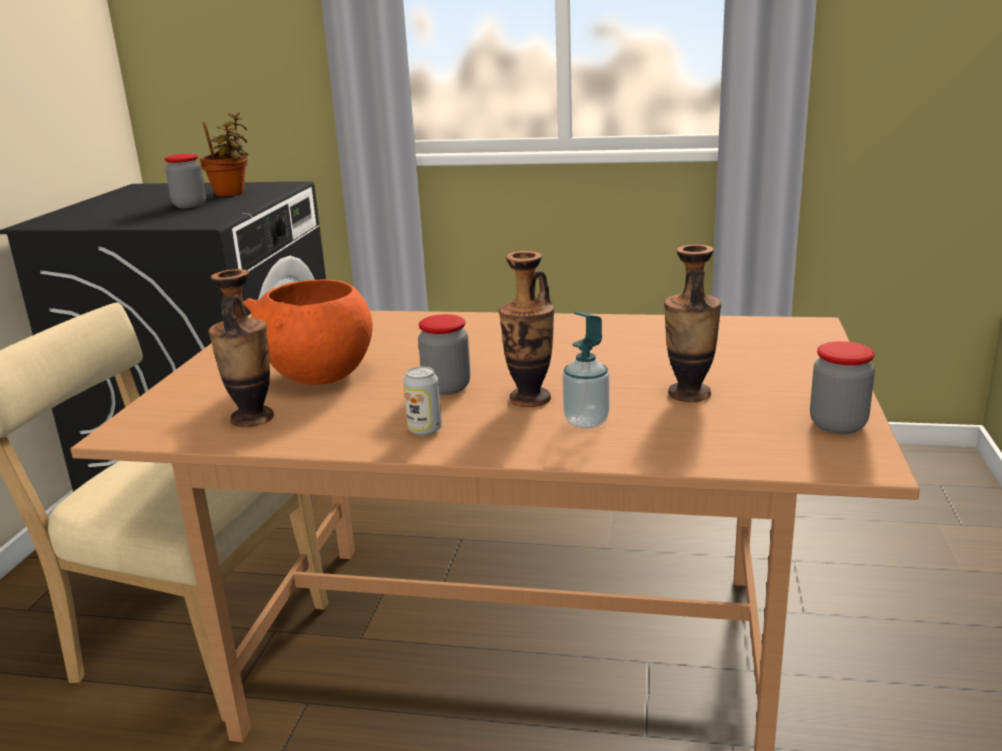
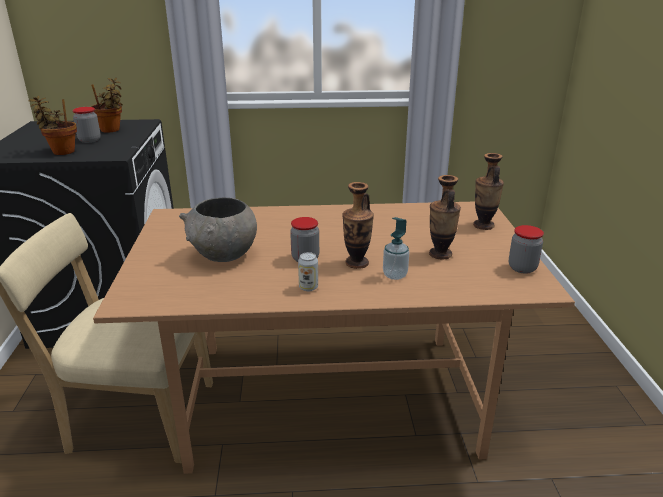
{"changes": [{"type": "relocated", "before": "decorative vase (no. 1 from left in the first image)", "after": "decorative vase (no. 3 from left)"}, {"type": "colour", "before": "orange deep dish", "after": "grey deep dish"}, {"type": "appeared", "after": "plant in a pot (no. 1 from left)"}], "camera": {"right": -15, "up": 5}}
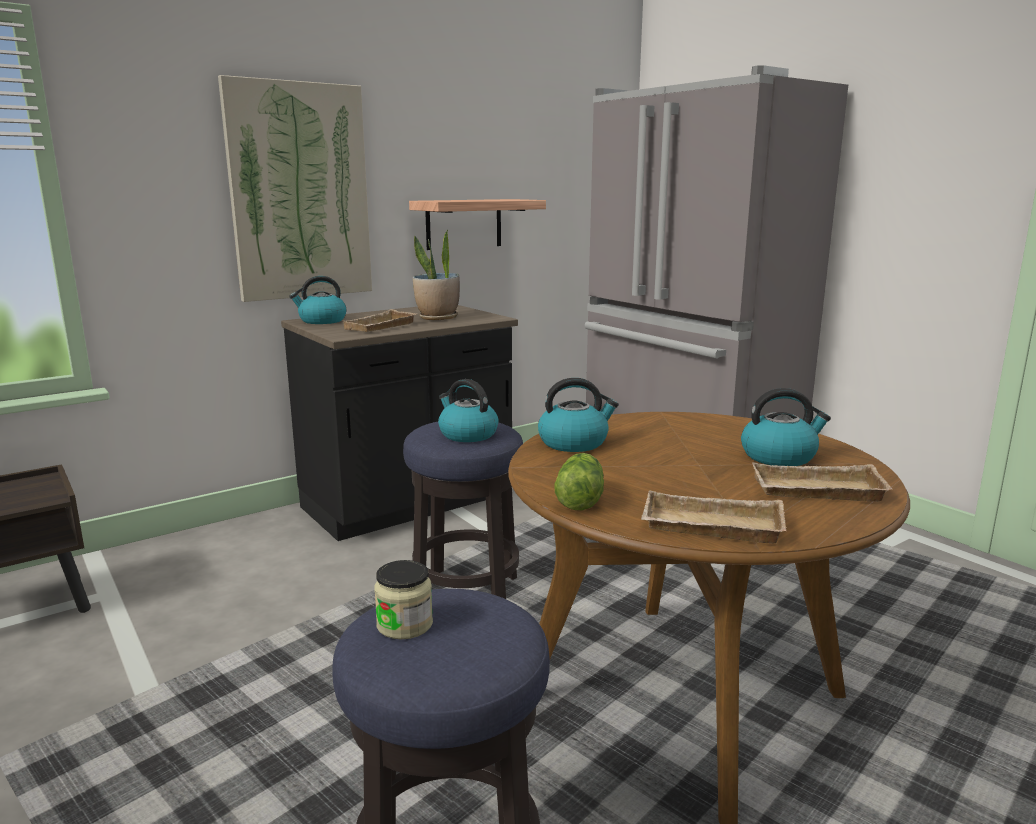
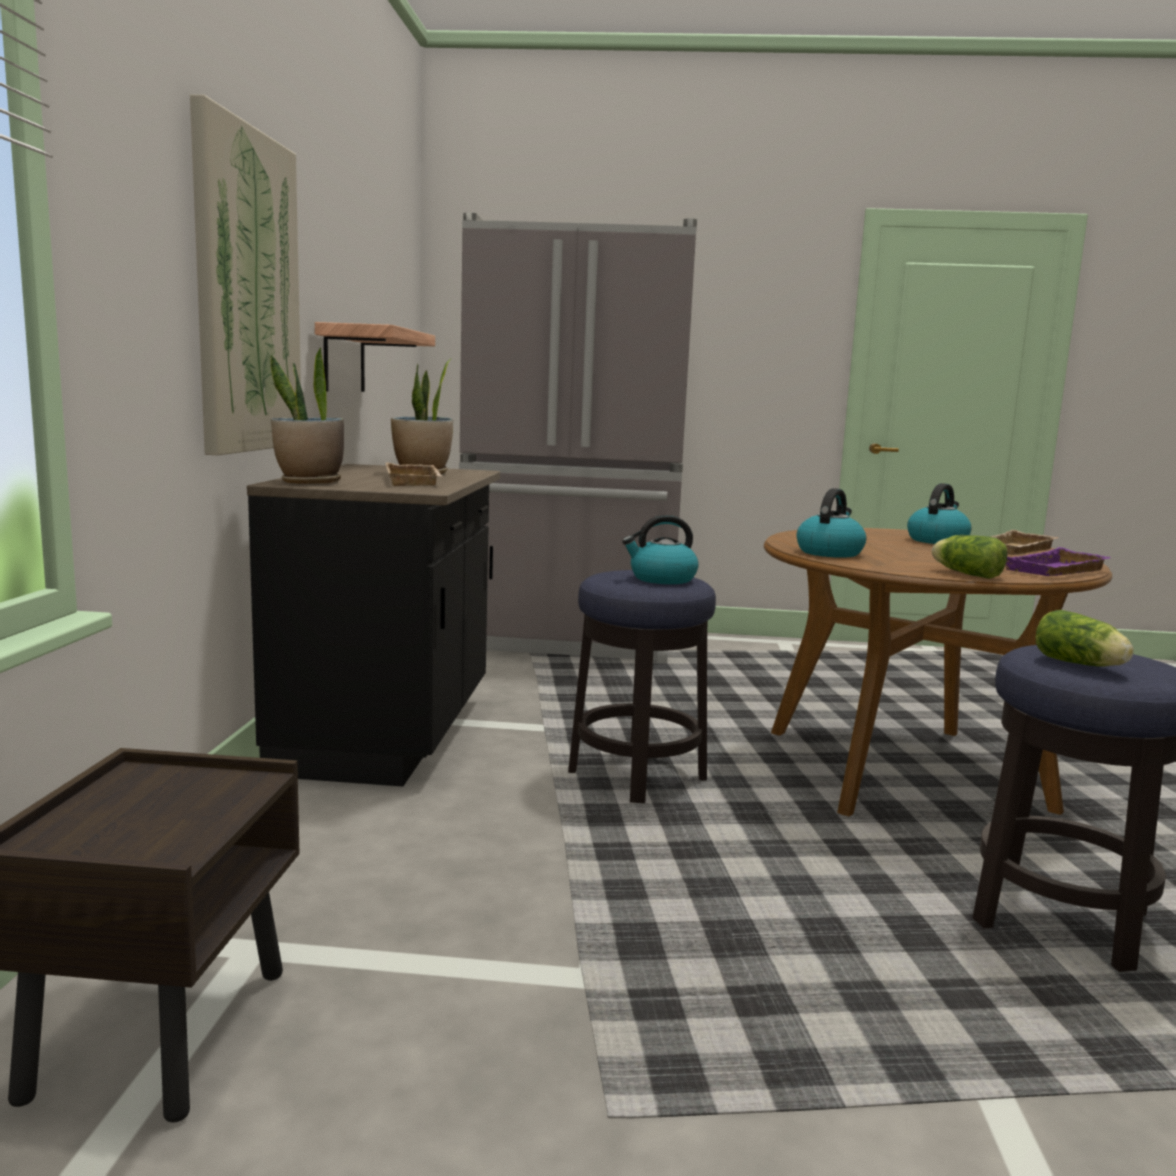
{"changes": [{"type": "exchanged", "before": "water kettle (no. 1 from left)", "after": "plant in a pot (no. 1 from left)"}, {"type": "colour", "before": "beige-coloured carrying tray (no. 2 from left)", "after": "purplish carrying tray"}, {"type": "exchanged", "before": "preserve jar", "after": "lettuce head (no. 2 from left)"}], "camera": {"right": -50, "up": -5}}
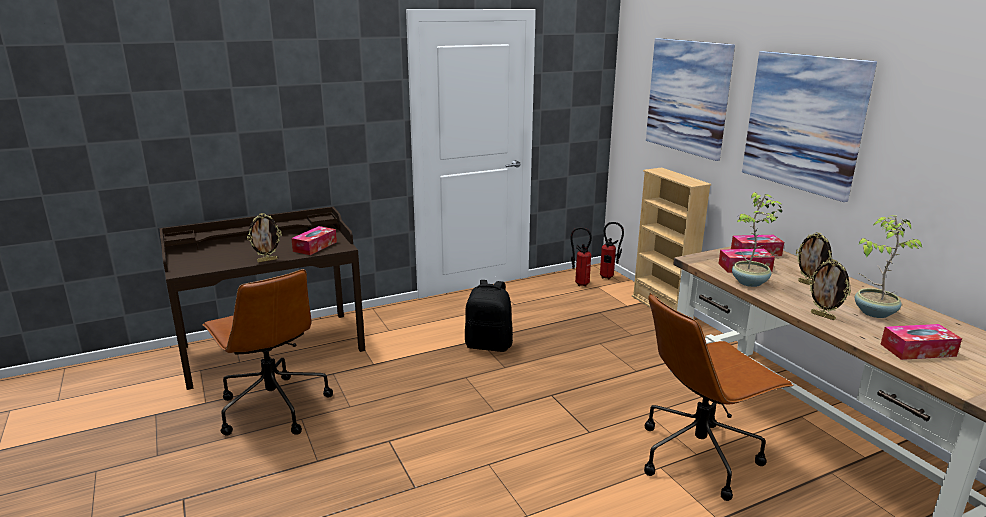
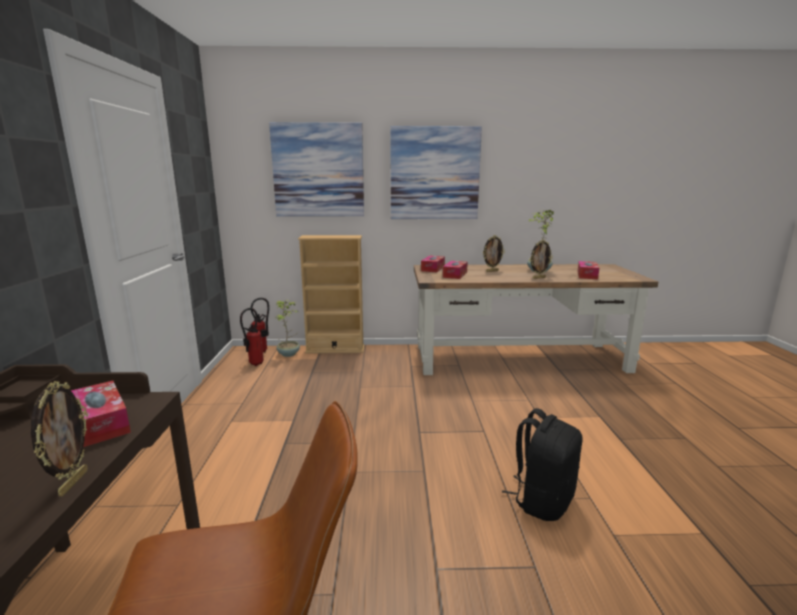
{"changes": [{"type": "relocated", "before": "plant in a pot (no. 1 from left)"}, {"type": "relocated", "before": "black-coloured rucksack"}, {"type": "missing", "before": "brownish office chair (no. 2 from left)"}], "camera": {"right": -65, "up": -5}}
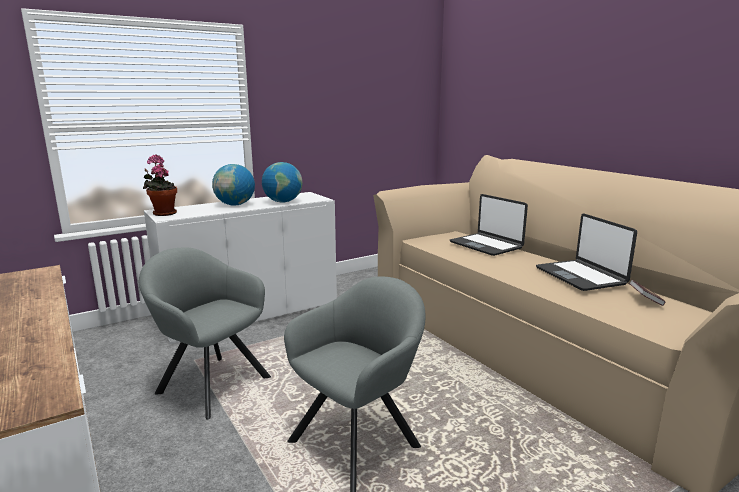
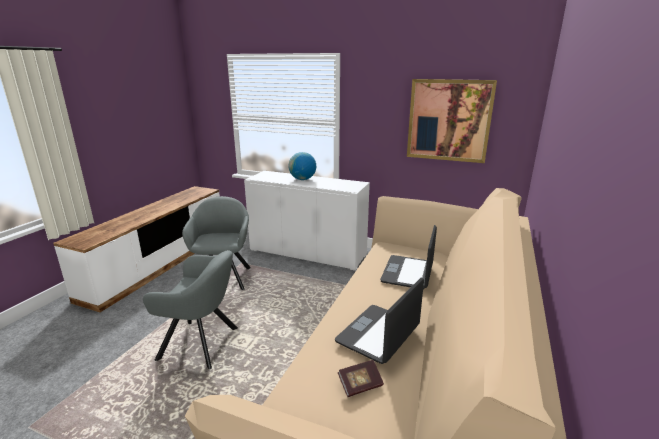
{"changes": [{"type": "missing", "before": "plant in a pot"}, {"type": "missing", "before": "globe (no. 2 from left)"}, {"type": "appeared", "after": "wall picture"}], "camera": {"right": 55, "up": 5}}
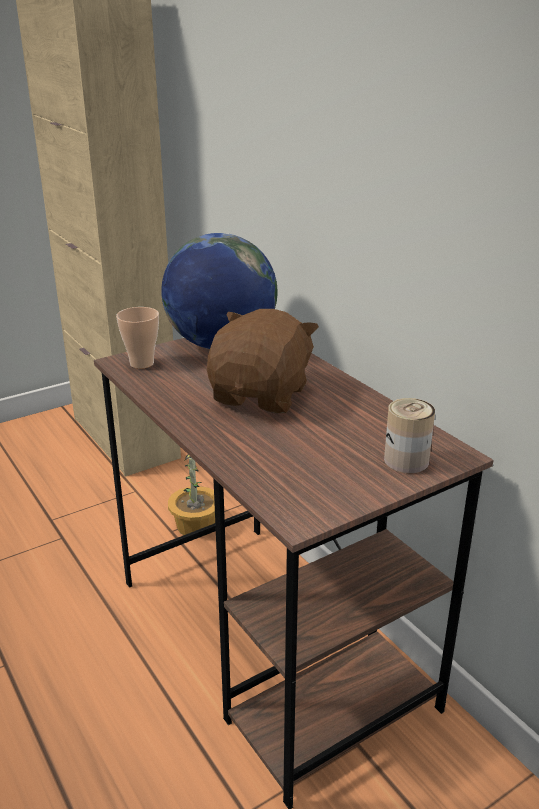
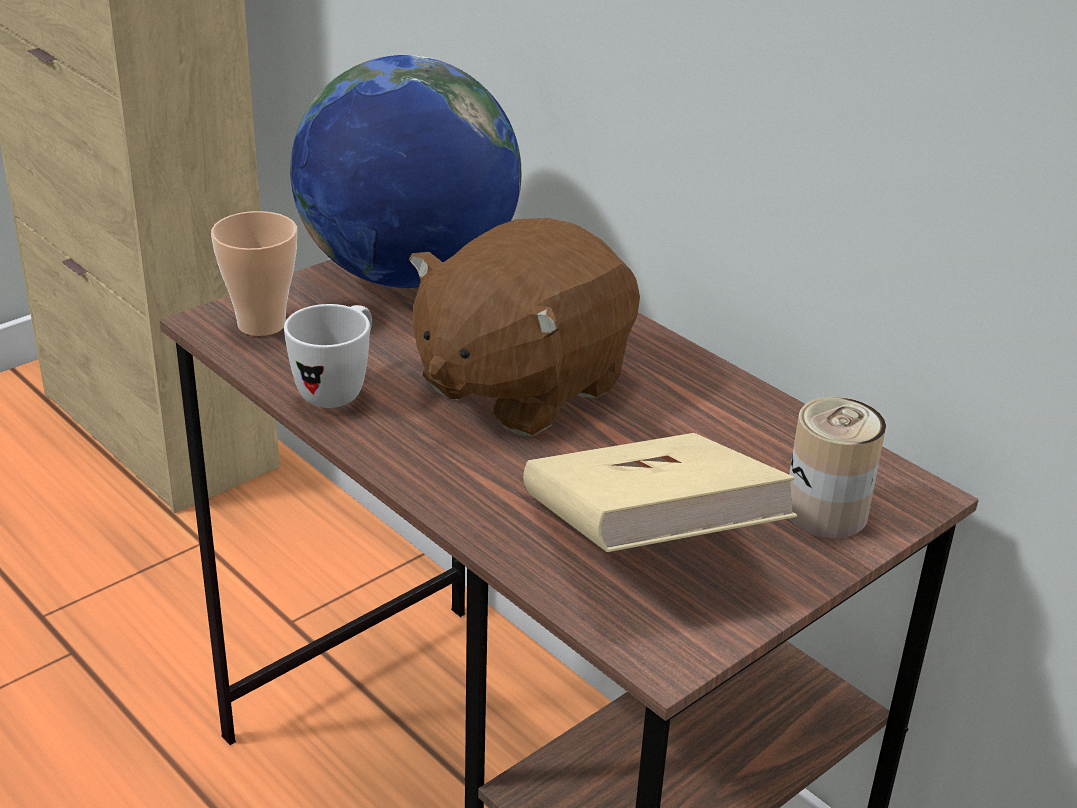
{"changes": [{"type": "spun", "before": "brownish plush toy", "turn": -150}, {"type": "missing", "before": "plant in a pot"}, {"type": "appeared", "after": "white tea mug"}, {"type": "appeared", "after": "beige-coloured bound book"}], "camera": {"right": -10, "up": 5}}
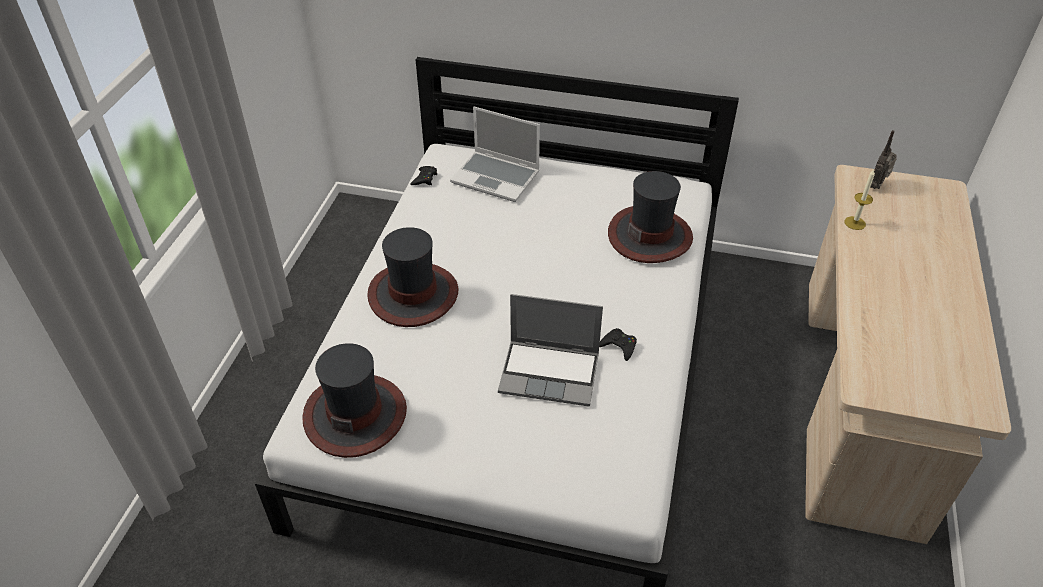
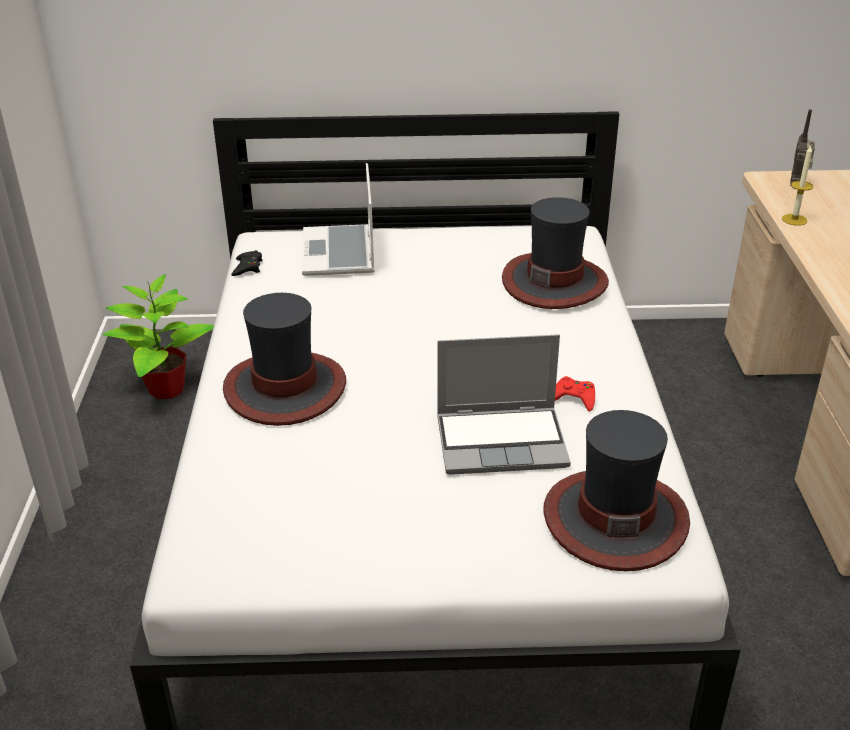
{"changes": [{"type": "spun", "before": "laptop (no. 1 from left)", "turn": 75}, {"type": "colour", "before": "black-coloured joypad (no. 2 from left)", "after": "red-coloured joypad"}, {"type": "relocated", "before": "hat (no. 1 from left in the first image)", "after": "hat (no. 3 from left)"}, {"type": "appeared", "after": "plant in a pot"}], "camera": {"right": -15, "up": -10}}
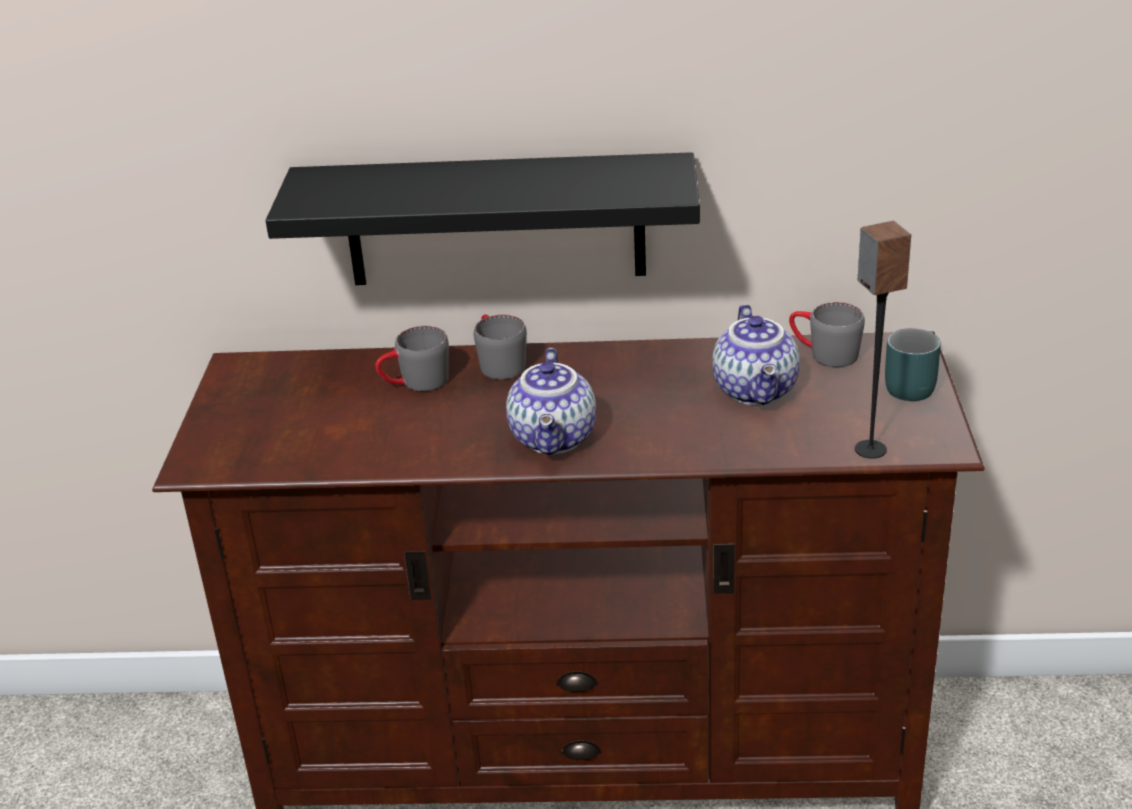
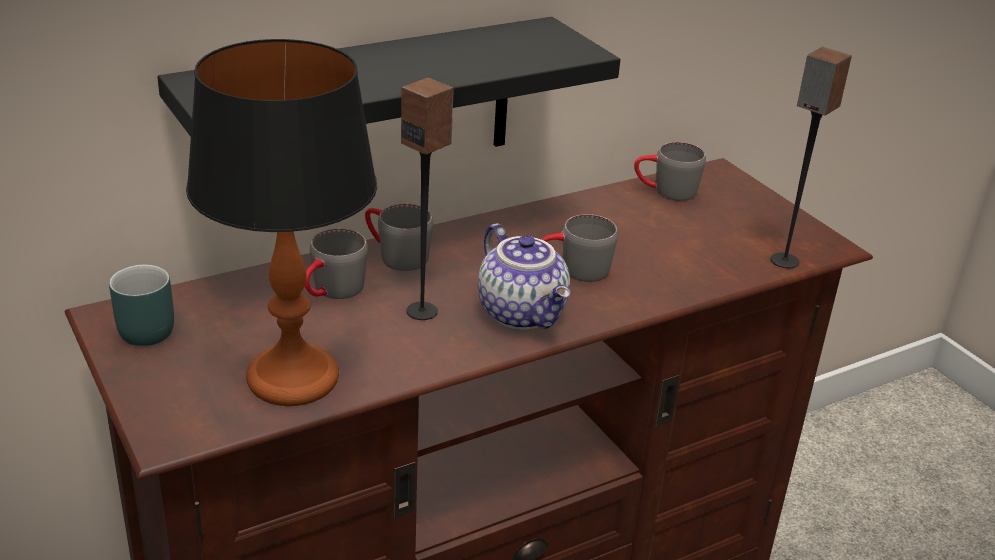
{"changes": [{"type": "missing", "before": "teapot (no. 2 from left)"}, {"type": "relocated", "before": "blue-green tea mug"}, {"type": "appeared", "after": "tabletop lamp"}, {"type": "appeared", "after": "speaker (no. 1 from left)"}, {"type": "appeared", "after": "grey tea mug (no. 3 from left)"}], "camera": {"right": -35, "up": 0}}
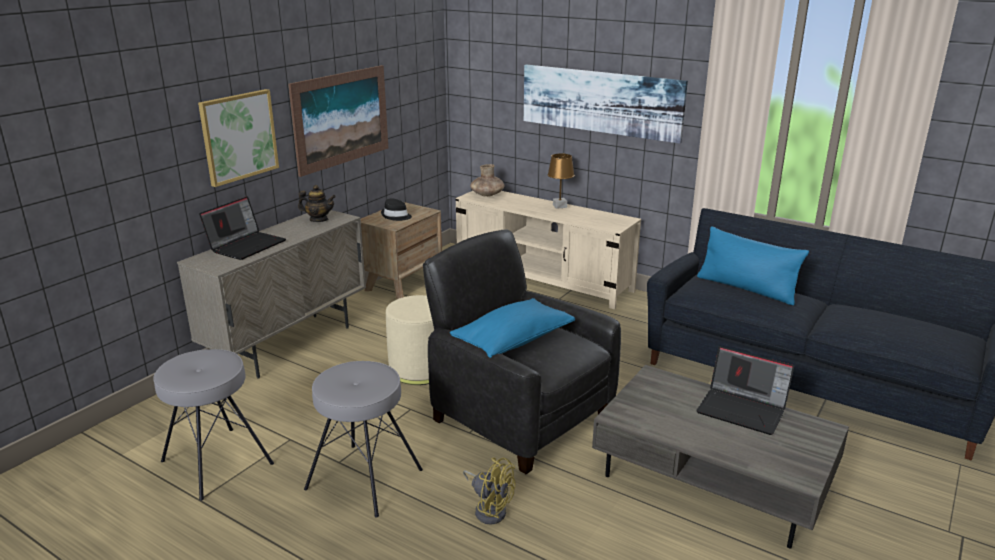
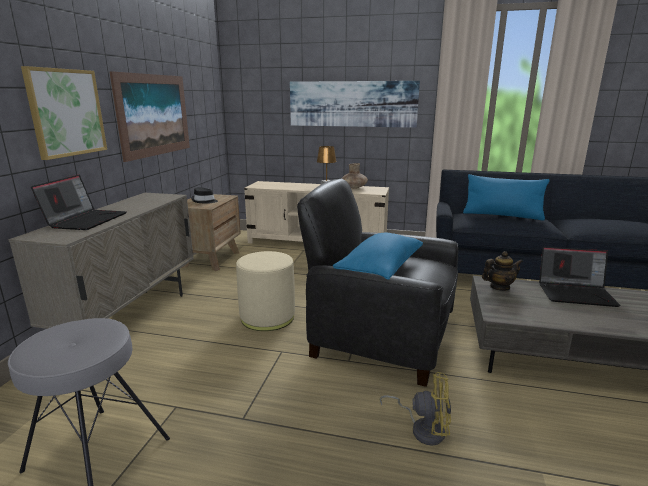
{"changes": [{"type": "relocated", "before": "brownish decorative vase"}, {"type": "relocated", "before": "teapot"}, {"type": "missing", "before": "grey sitting stool (no. 2 from left)"}], "camera": {"right": -20, "up": -5}}
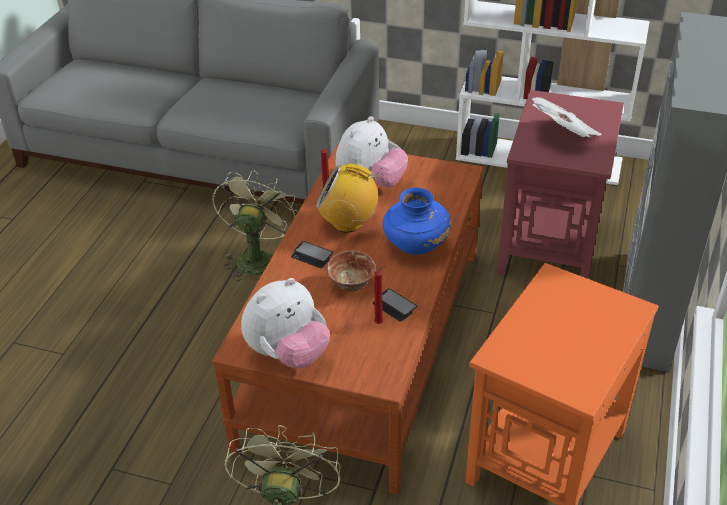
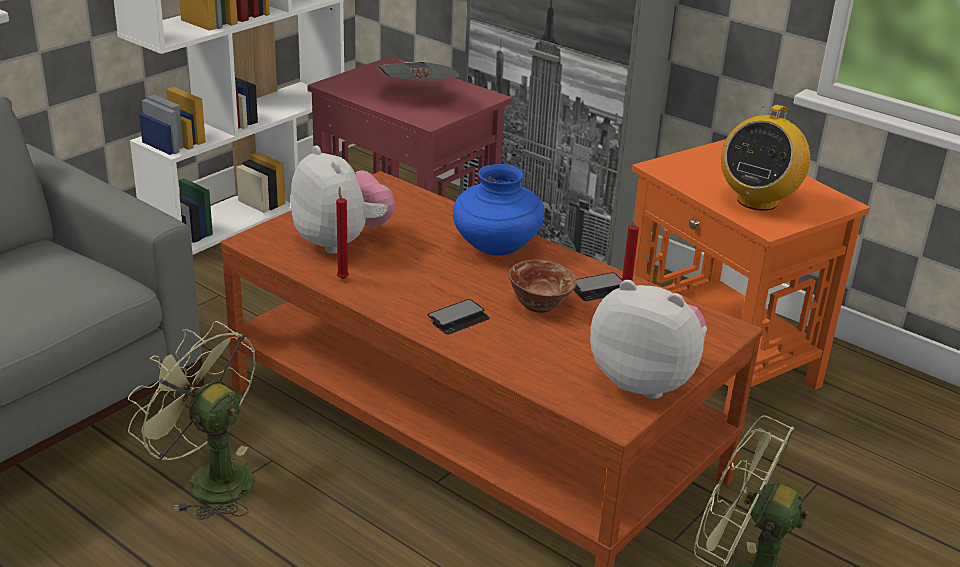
{"changes": [{"type": "relocated", "before": "radio receiver"}, {"type": "spun", "before": "plush toy (no. 1 from left in the first image)", "turn": -45}], "camera": {"right": -70, "up": -10}}
